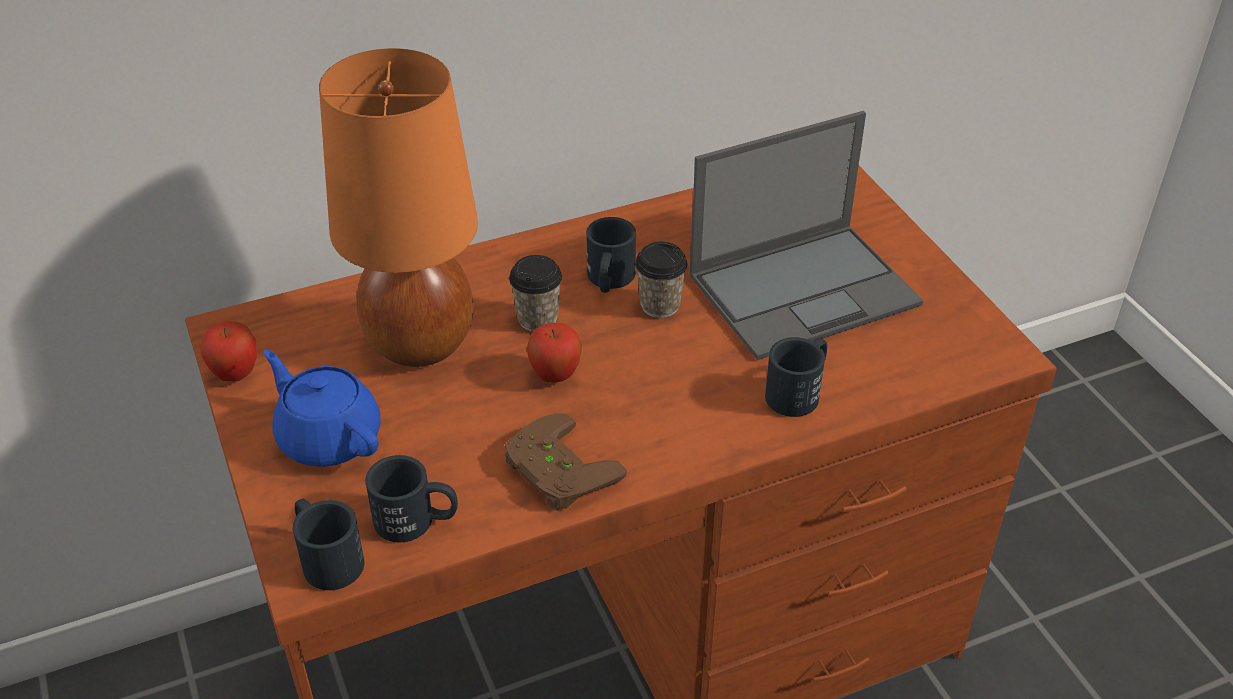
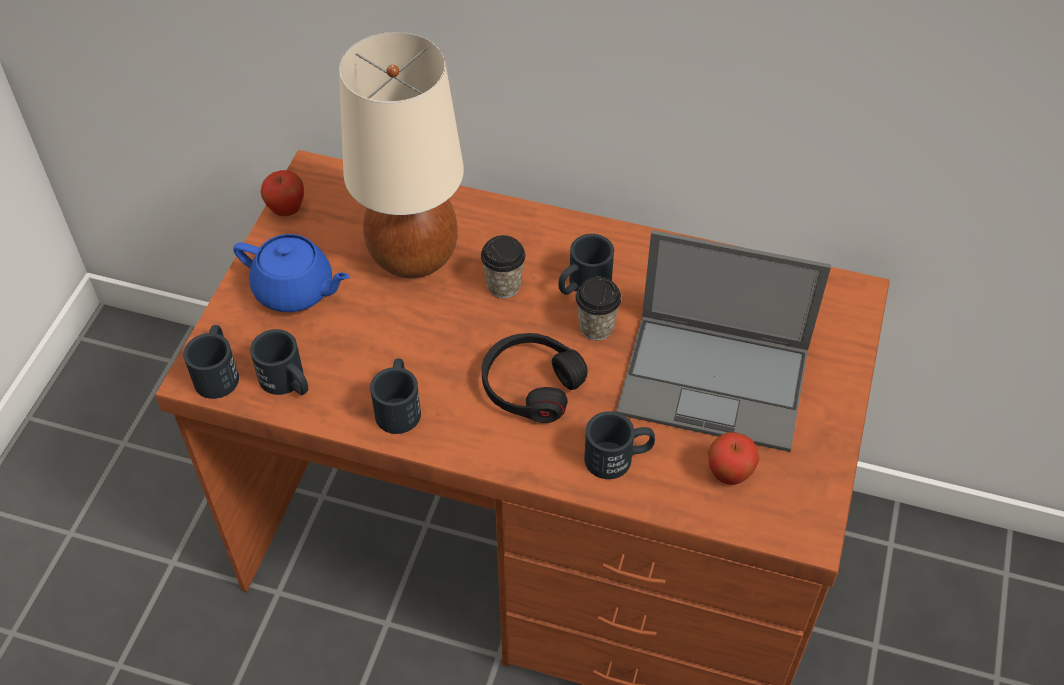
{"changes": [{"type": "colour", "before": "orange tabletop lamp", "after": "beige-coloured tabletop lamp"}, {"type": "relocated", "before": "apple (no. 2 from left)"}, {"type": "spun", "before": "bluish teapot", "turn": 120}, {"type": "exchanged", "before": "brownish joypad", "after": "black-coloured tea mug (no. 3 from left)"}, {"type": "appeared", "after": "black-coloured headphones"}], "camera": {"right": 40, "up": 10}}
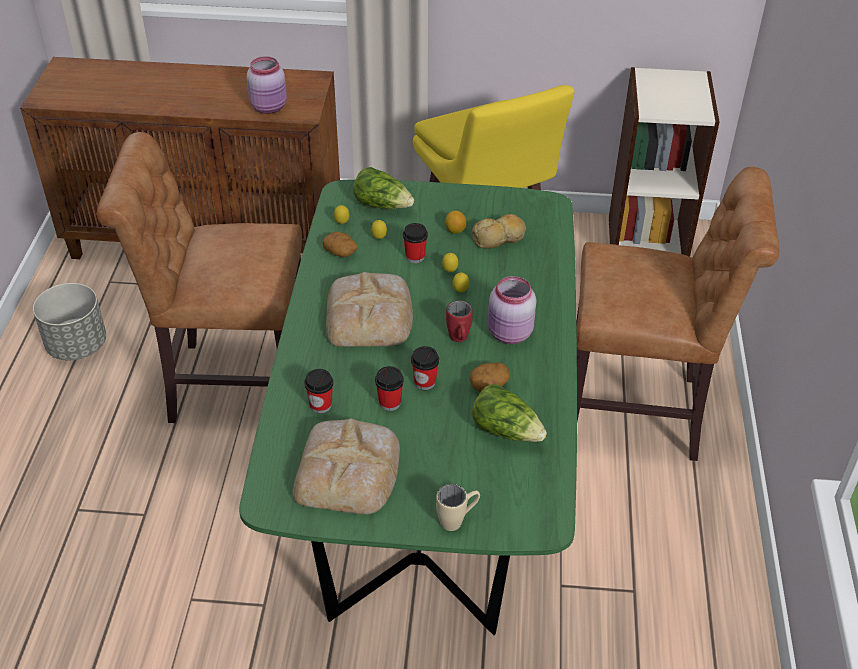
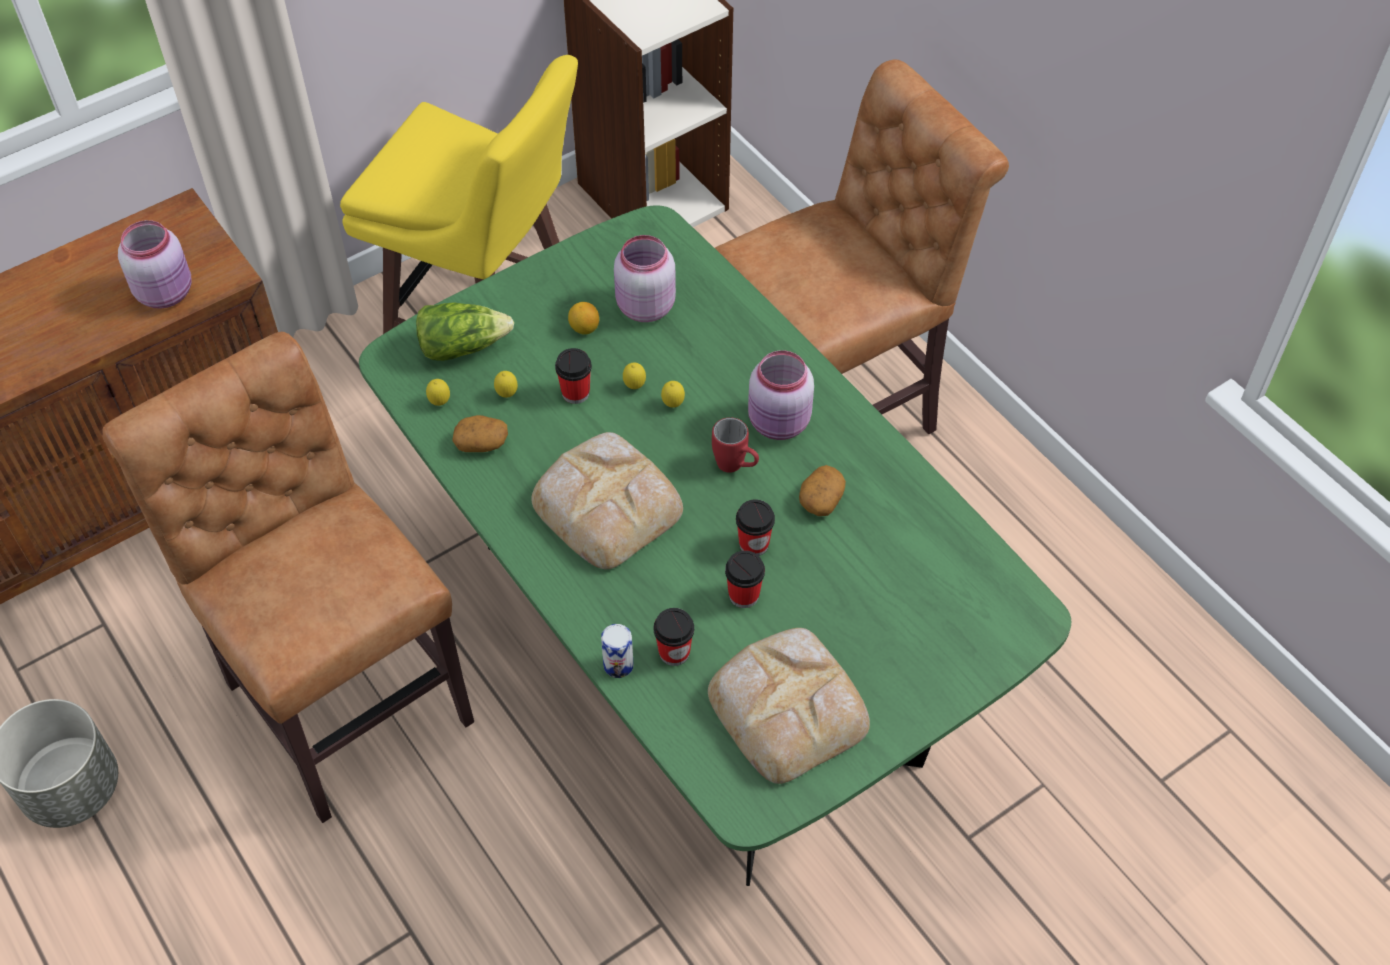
{"changes": [{"type": "spun", "before": "brownish chair (no. 1 from left)", "turn": 90}, {"type": "exchanged", "before": "bread (no. 3 from left)", "after": "pink preserve jar (no. 2 from left)"}, {"type": "missing", "before": "lettuce head (no. 2 from left)"}, {"type": "missing", "before": "beige-coloured tea mug"}, {"type": "appeared", "after": "can"}], "camera": {"right": -40, "up": 10}}
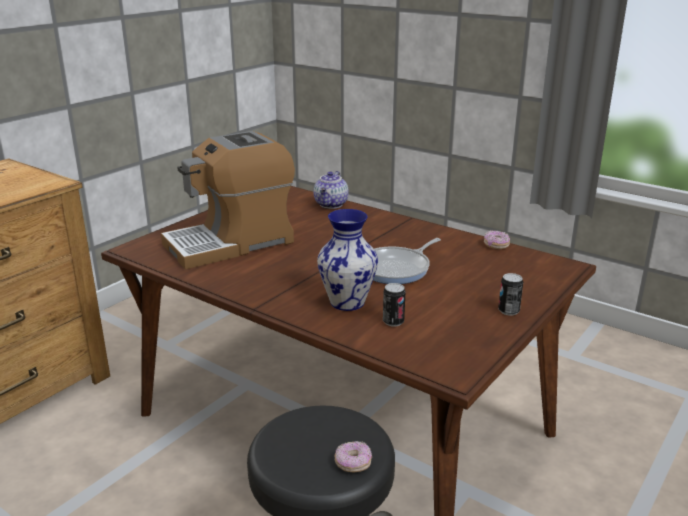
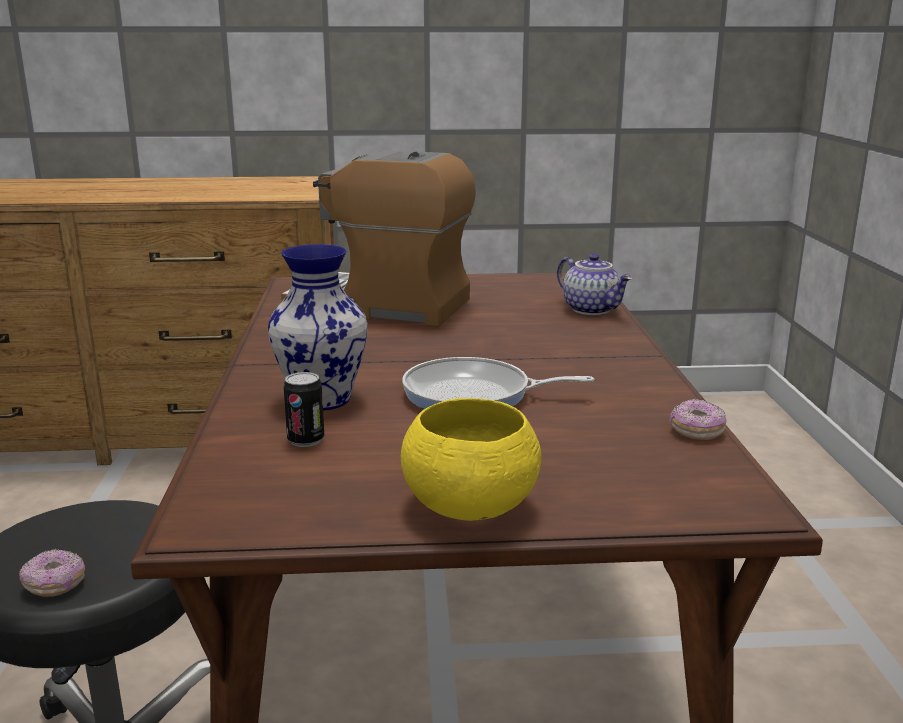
{"changes": [{"type": "spun", "before": "teapot", "turn": -105}, {"type": "exchanged", "before": "can (no. 2 from left)", "after": "yellow-coloured deep dish"}], "camera": {"right": 50, "up": -5}}
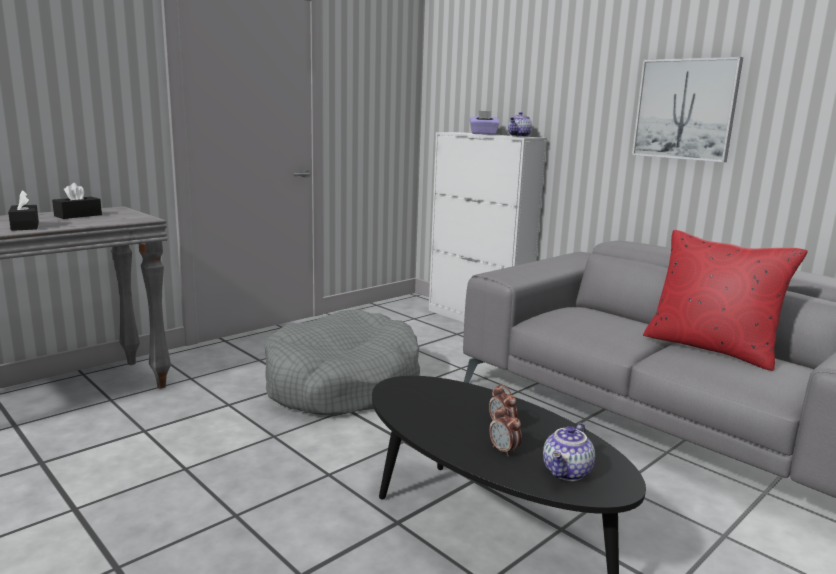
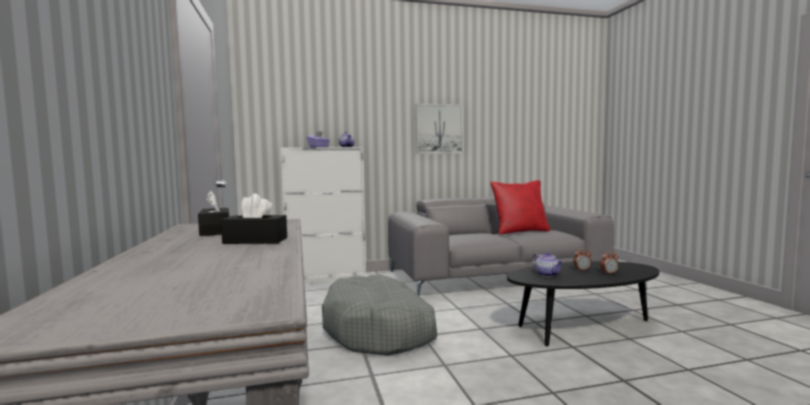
{"changes": [{"type": "relocated", "before": "teapot (no. 2 from left)"}], "camera": {"right": -60, "up": -10}}
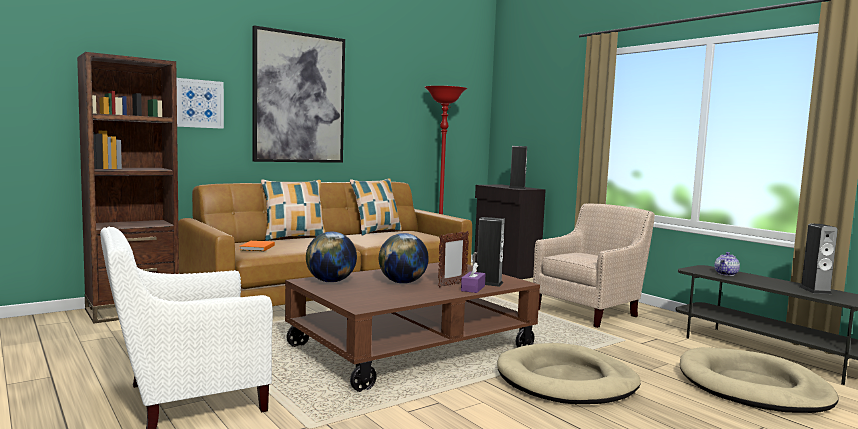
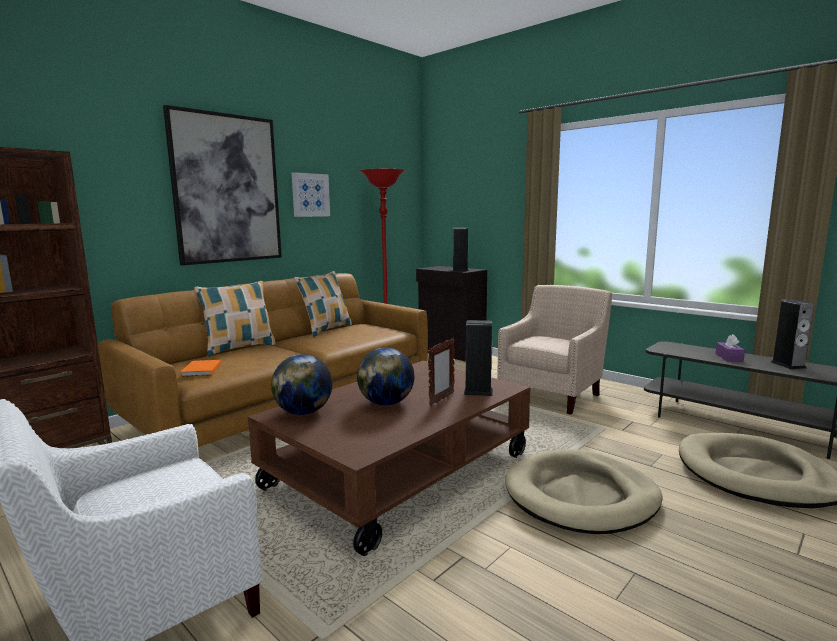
{"changes": [{"type": "relocated", "before": "wall picture (no. 1 from left in the first image)", "after": "wall picture (no. 2 from left)"}, {"type": "missing", "before": "teapot"}, {"type": "relocated", "before": "purplish tissue box"}], "camera": {"right": -10, "up": 5}}
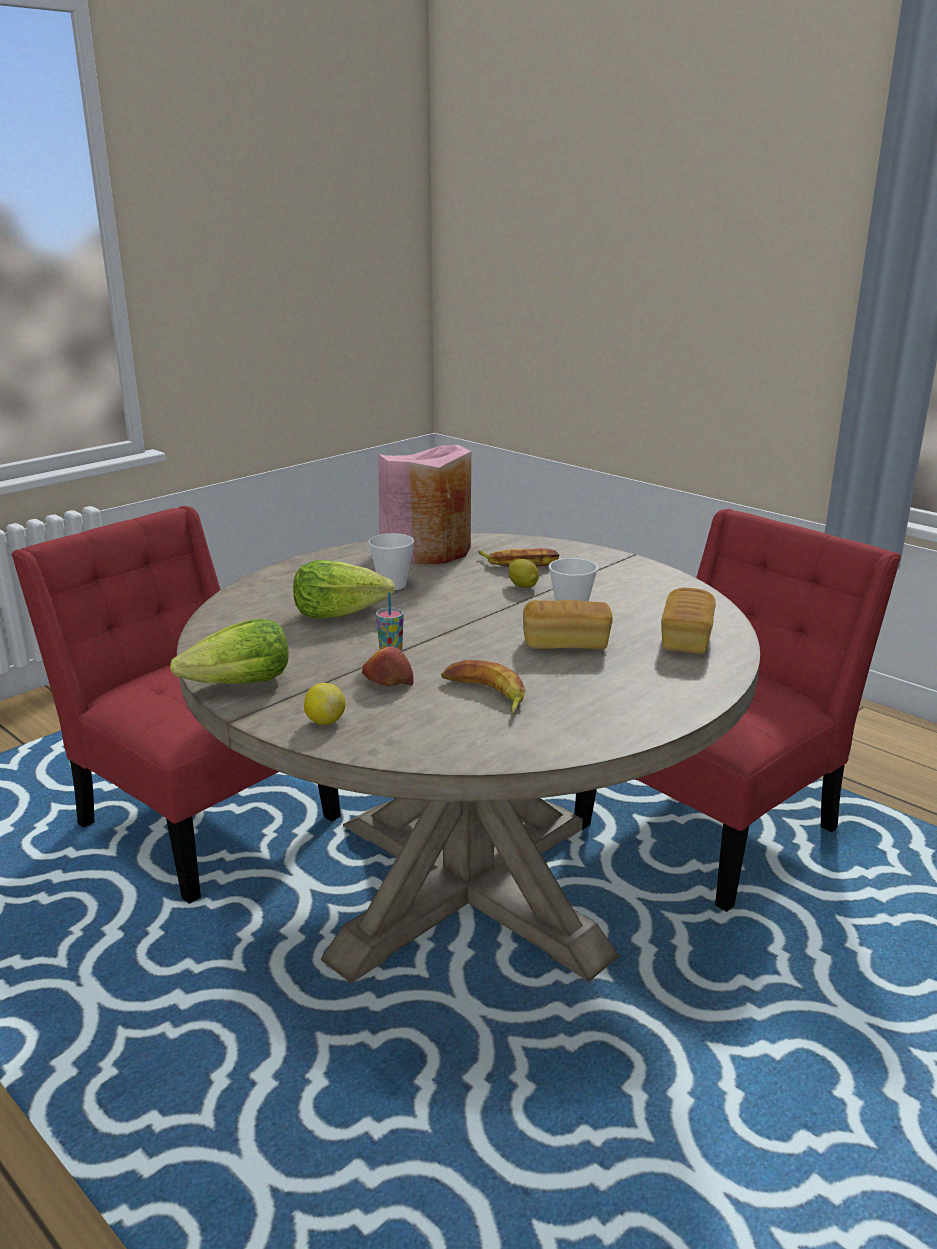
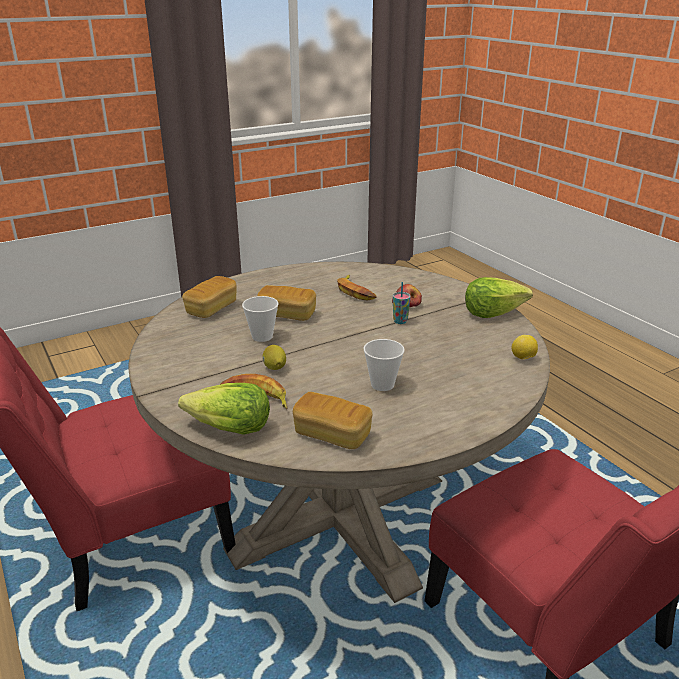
{"changes": [{"type": "exchanged", "before": "pink decorative vase", "after": "bread (no. 3 from left)"}, {"type": "relocated", "before": "lettuce head (no. 2 from left in the first image)", "after": "lettuce head (no. 1 from left)"}, {"type": "relocated", "before": "lemon (no. 1 from left in the first image)", "after": "lemon (no. 2 from left)"}], "camera": {"right": -165, "up": 5}}
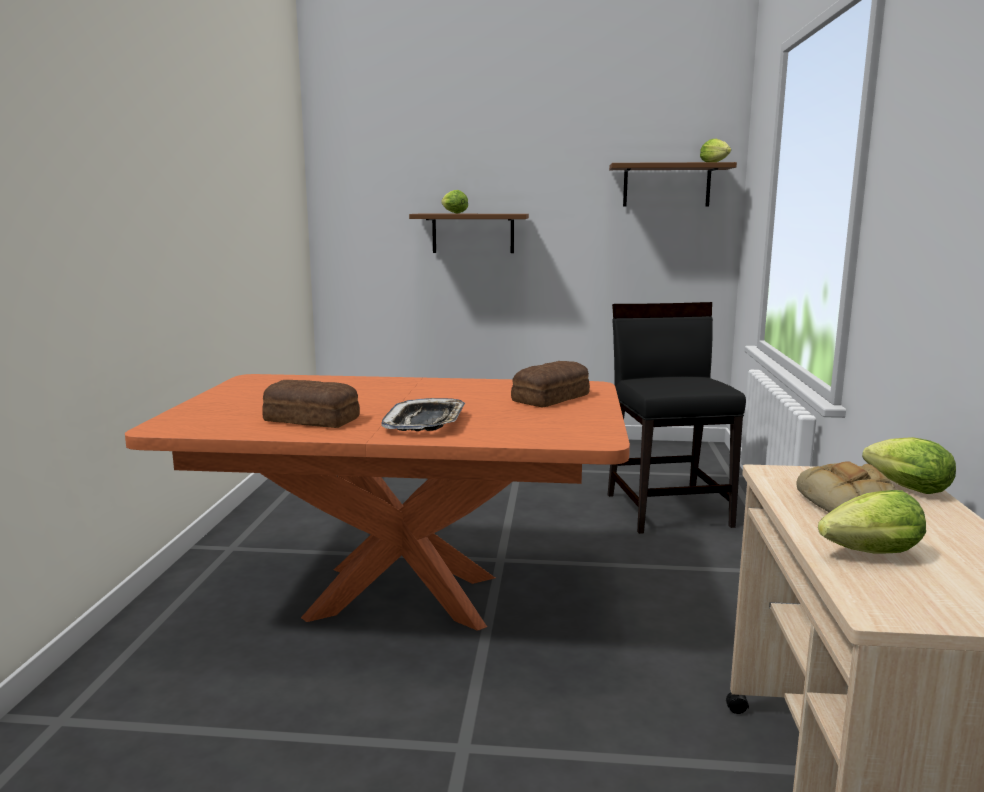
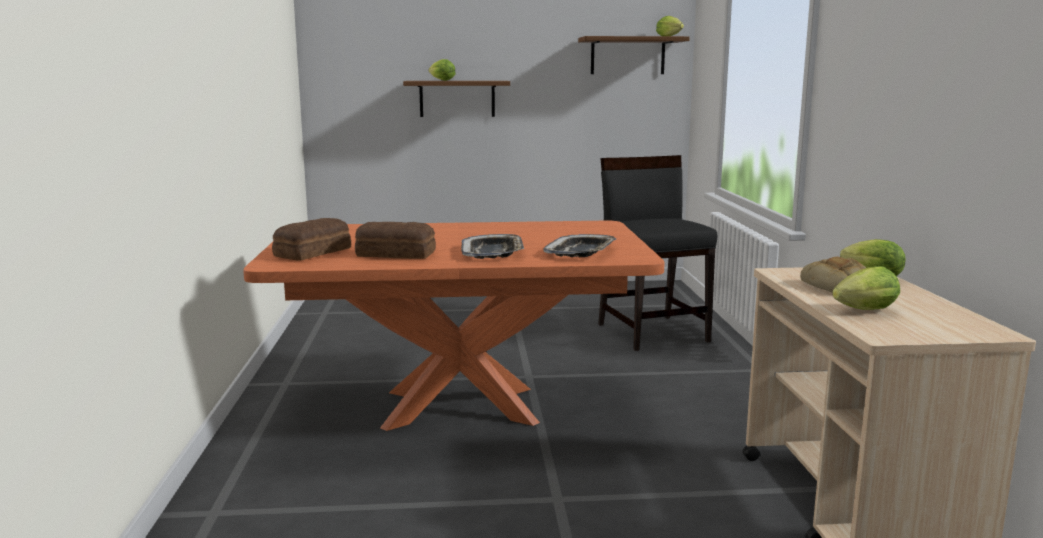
{"changes": [{"type": "relocated", "before": "bread (no. 2 from left in the first image)", "after": "bread (no. 1 from left)"}, {"type": "appeared", "after": "carrying tray (no. 2 from left)"}], "camera": {"right": -10, "up": 0}}
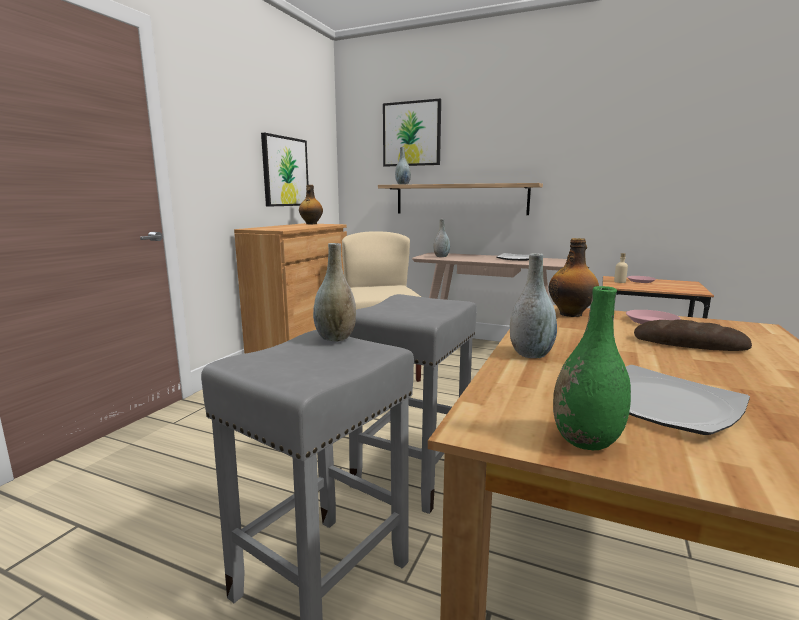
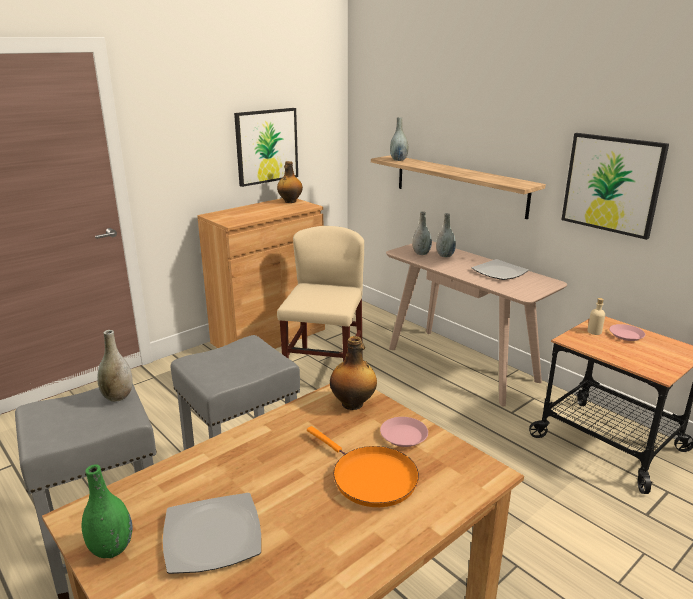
{"changes": [{"type": "relocated", "before": "wall picture (no. 2 from left)"}, {"type": "relocated", "before": "grey decorative vase (no. 4 from left)"}, {"type": "exchanged", "before": "bread", "after": "orange pan"}], "camera": {"right": 25, "up": 10}}
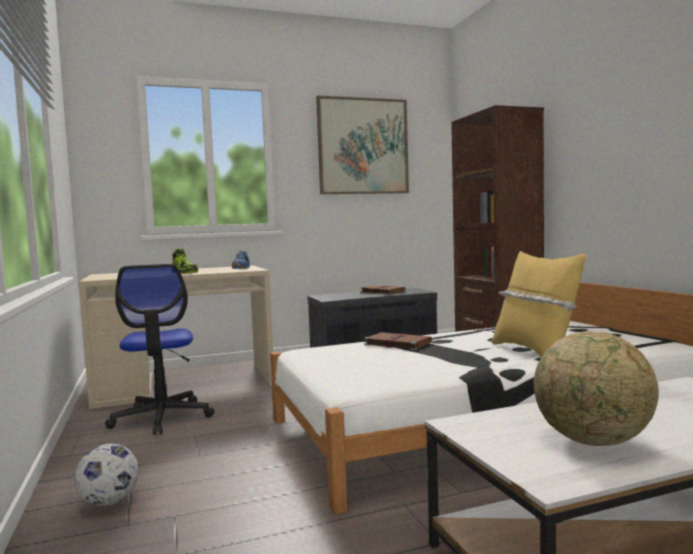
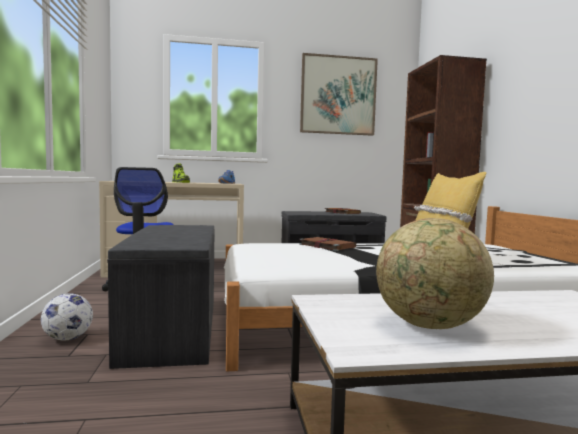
{"changes": [{"type": "appeared", "after": "grey bench (no. 1 from left)"}], "camera": {"right": 10, "up": 0}}
